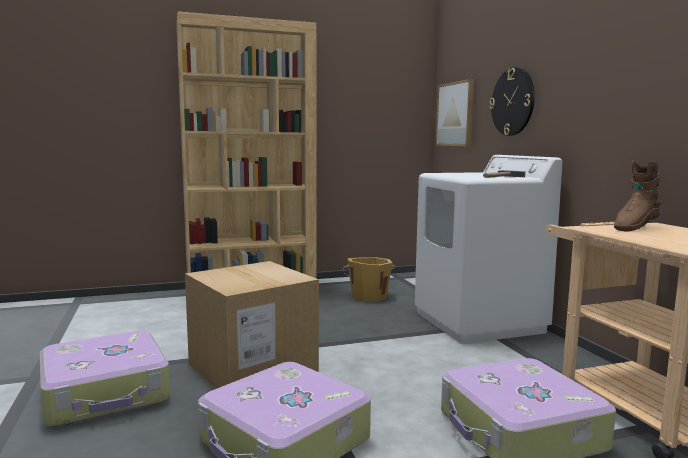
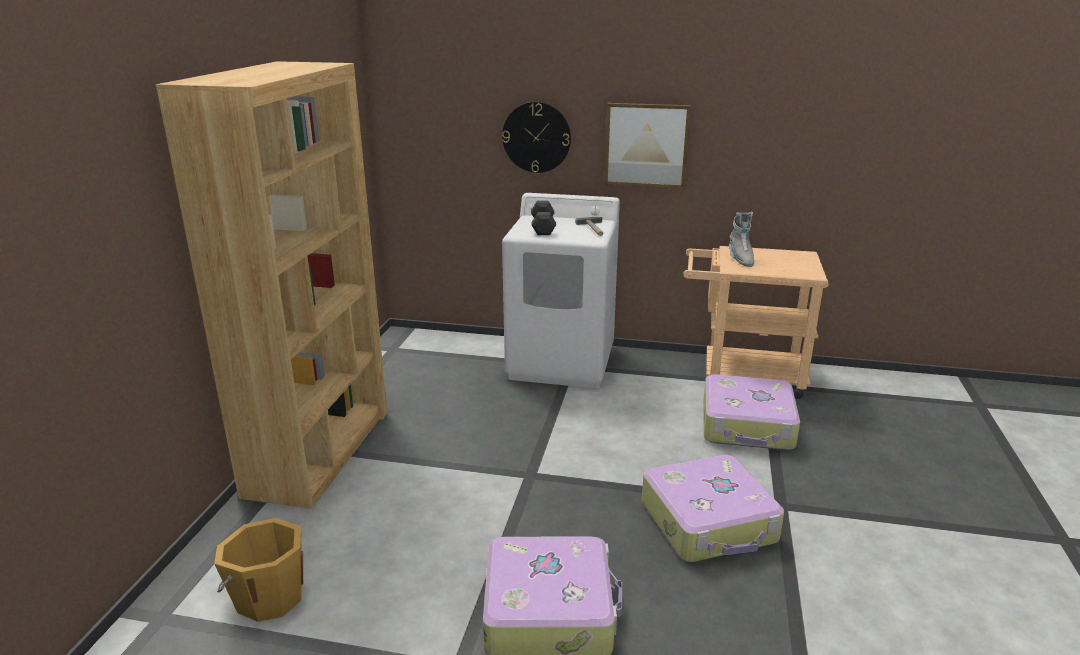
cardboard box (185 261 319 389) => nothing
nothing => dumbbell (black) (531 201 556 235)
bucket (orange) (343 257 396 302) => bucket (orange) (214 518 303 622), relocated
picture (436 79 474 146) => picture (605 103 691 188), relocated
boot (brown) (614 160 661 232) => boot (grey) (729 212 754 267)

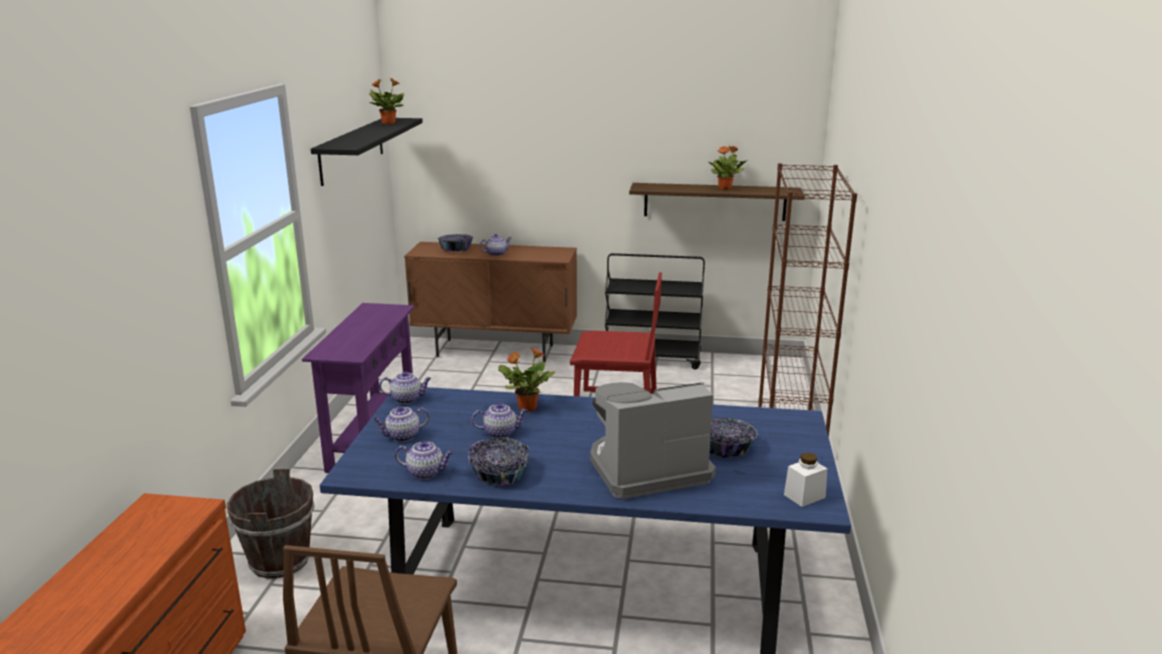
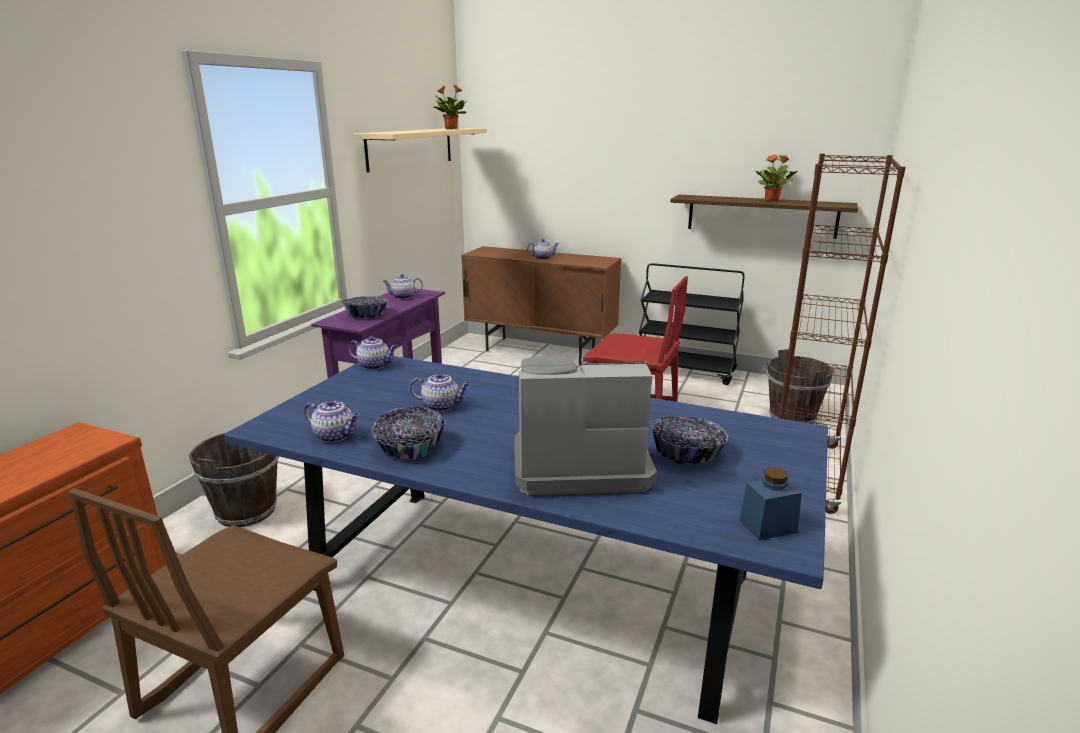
potted plant (498 347 555 412) => nothing
nothing => bucket (brown) (767 349 834 424)
teapot (373 406 429 442) => teapot (382 274 423 299), relocated
bowl (437 234 473 251) => bowl (342 296 388 318), relocated
shelf (black) (311 118 423 186) => shelf (beige) (354 128 487 172)
jar (white) (784 453 827 507) => jar (blue) (739 467 802 540)

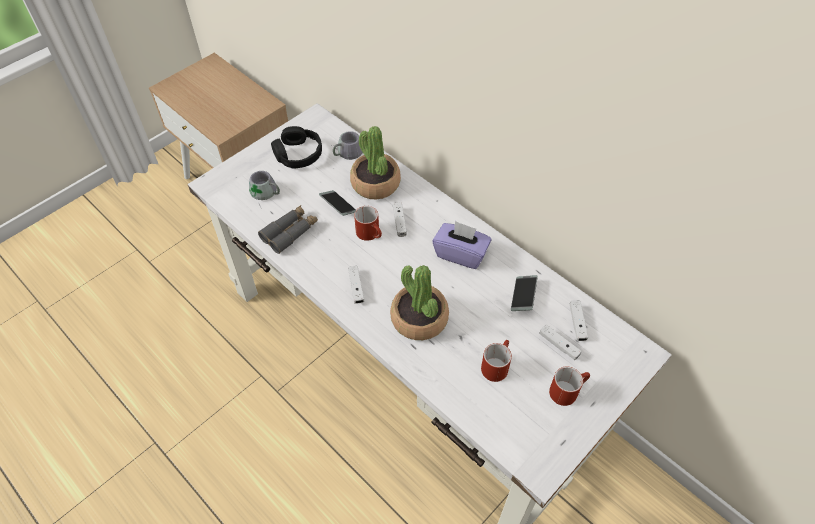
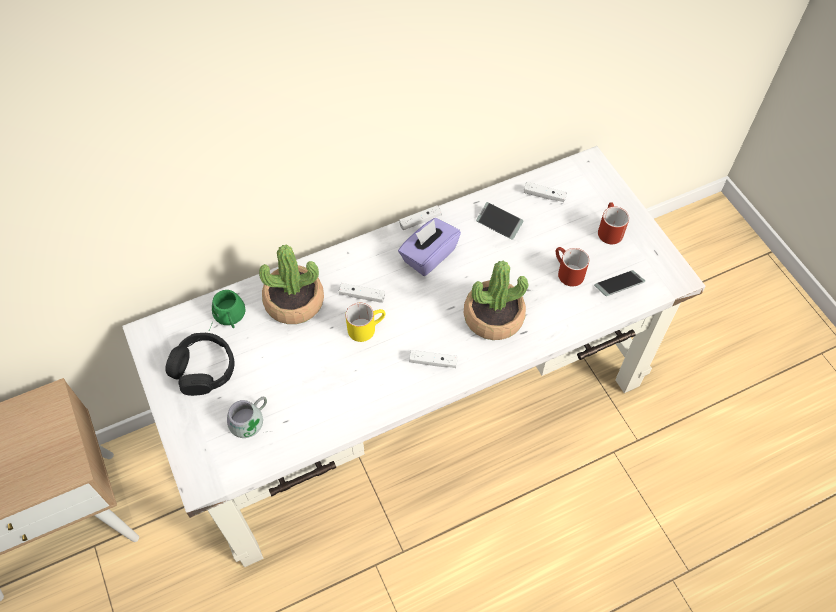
binoculars (grey) (258 205 318 254) => nothing
phone (319 190 356 216) => phone (594 270 645 296), relocated
game controller (white) (539 324 582 360) => game controller (white) (399 205 442 230), relocated
mug (grey) (332 131 363 160) => mug (green) (209 290 246 330)
mug (red) (354 206 382 241) => mug (yellow) (345 303 385 342)

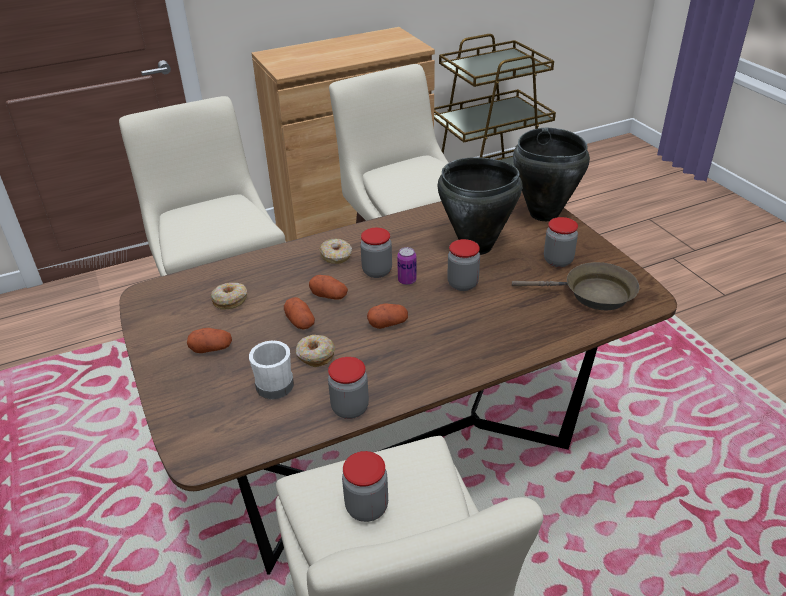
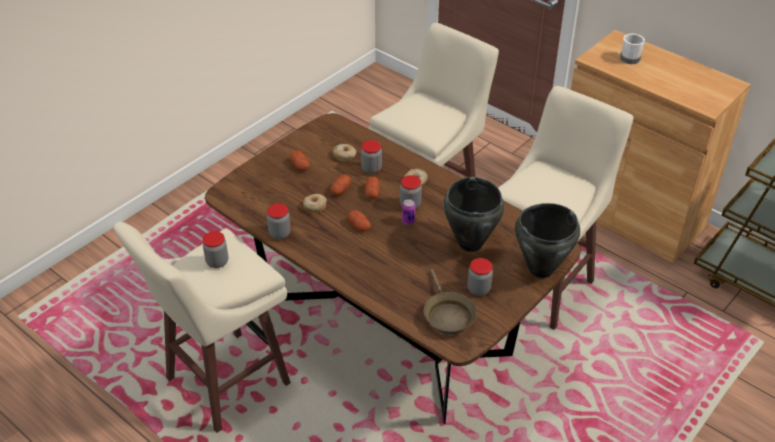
mug (white) (249 340 294 399) => mug (white) (620 34 645 64), relocated
jar (447 239 480 291) => jar (361 140 382 174), relocated

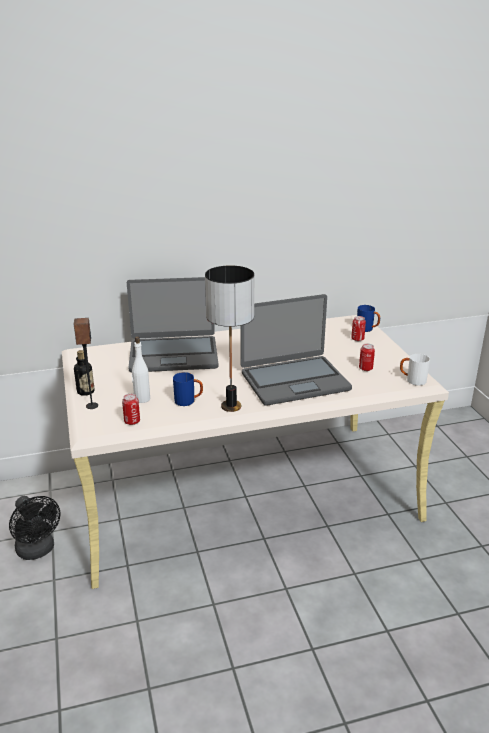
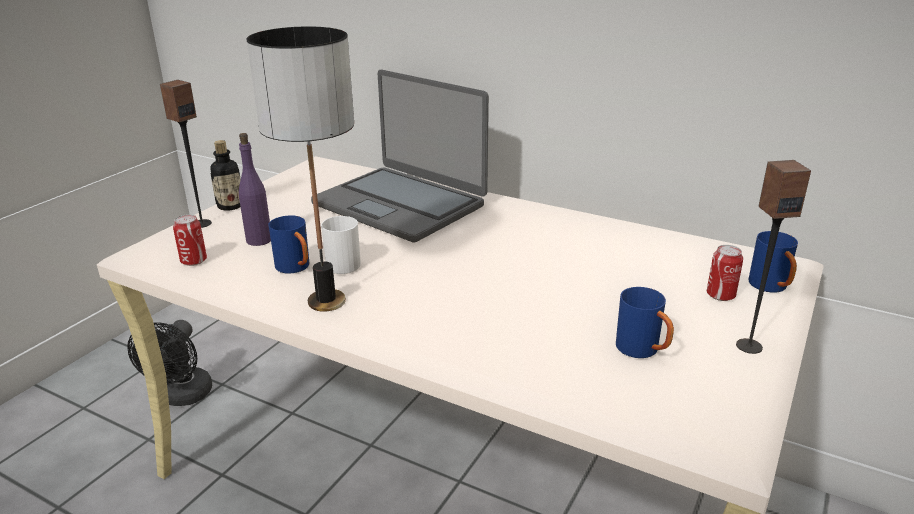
laptop (240 294 352 406) => nothing
nothing => speaker (736 160 811 354)
mug (white) (400 354 430 386) => mug (white) (321 216 361 274), relocated
can (359 344 375 371) => mug (blue) (616 287 674 358)
bottle (white) (132 336 150 403) => bottle (purple) (239 133 271 246)

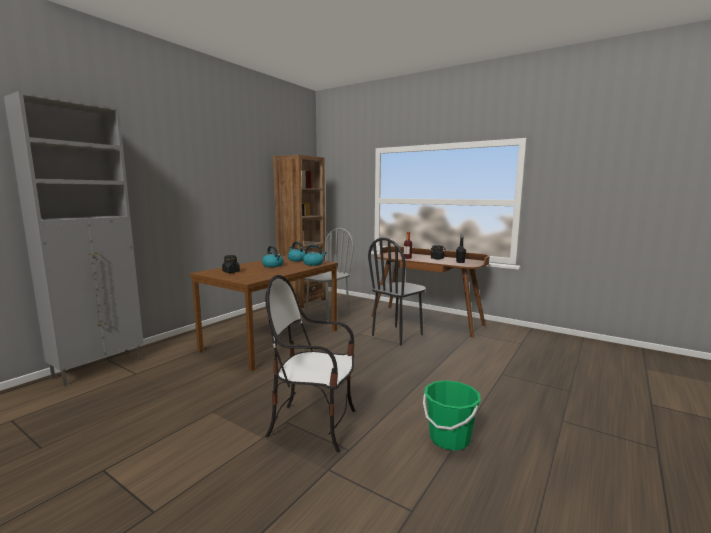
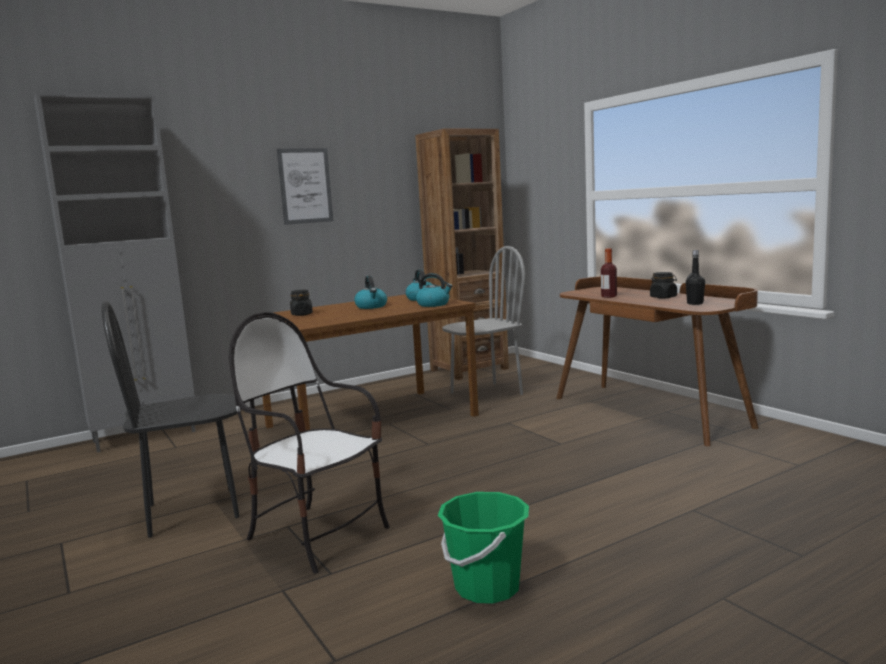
nothing => picture (277 148 333 225)
chair (black) (368 237 426 346) => chair (black) (101 301 241 538), relocated

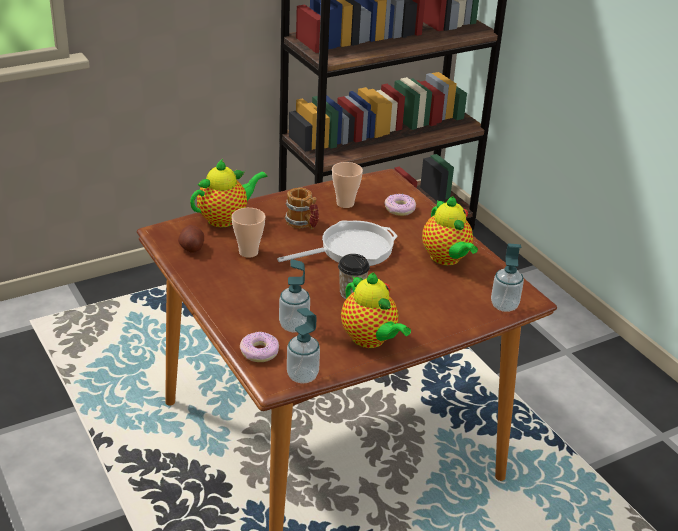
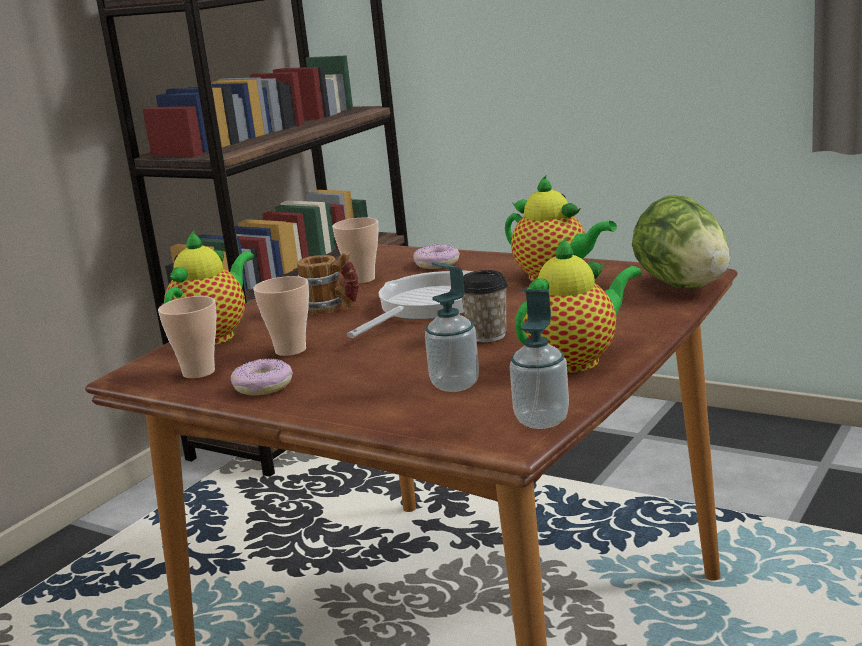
donut (240 331 279 362) => donut (231 359 293 395), relocated
potato (178 225 204 253) => cup (158 296 216 379)
soap dispenser (491 243 524 312) => lettuce (632 195 730 289)
teapot (341 273 411 348) => teapot (515 236 642 373), 60 degrees counterclockwise

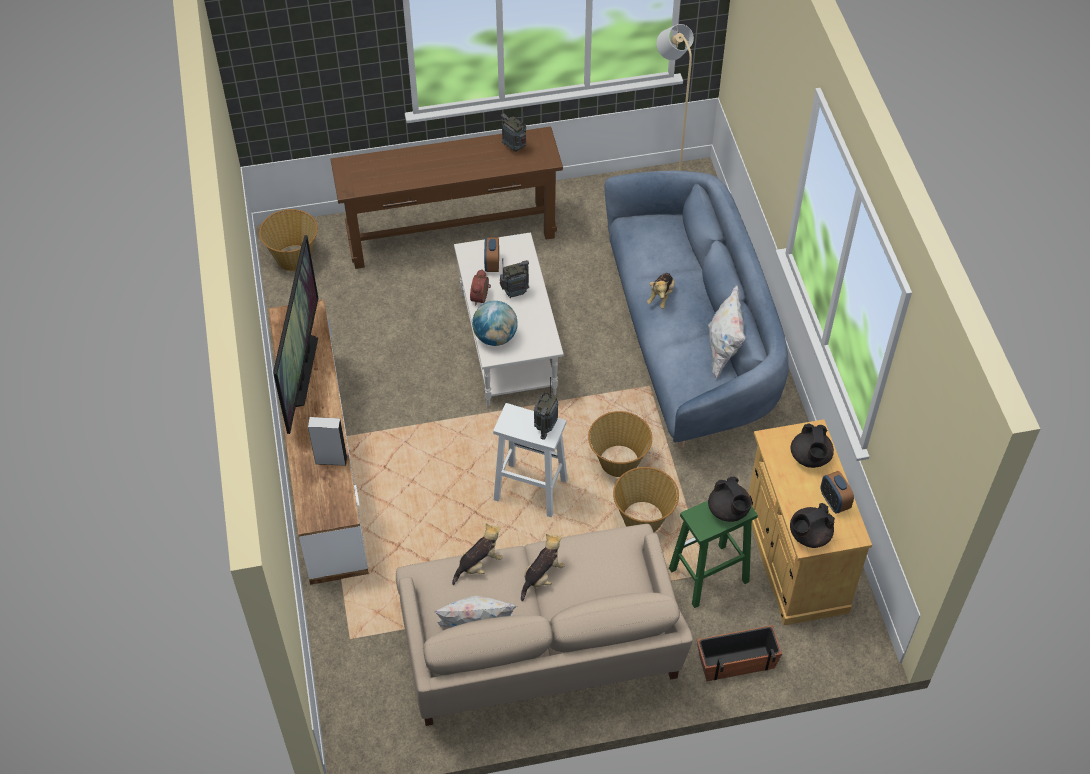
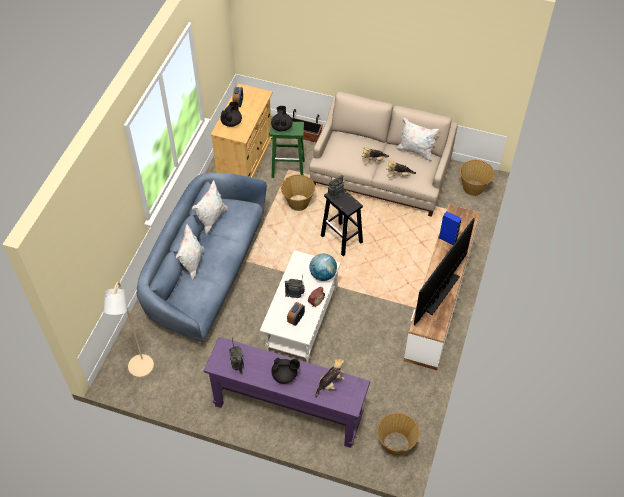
nothing => pillow (white) (176 224 205 280)
basket (588 411 652 477) => basket (460 160 494 196), relocated
plush toy (647 273 675 309) => plush toy (315 358 345 398), relocated
teapot (black) (790 503 835 548) => teapot (black) (271 358 300 384), relocated
speaker (grey) (308 417 348 466) => speaker (blue) (439 211 462 245)
console table (brown) (331 126 563 269) => console table (purple) (204 337 370 448)
stool (white) (493 403 568 518) => stool (black) (321 189 363 256)

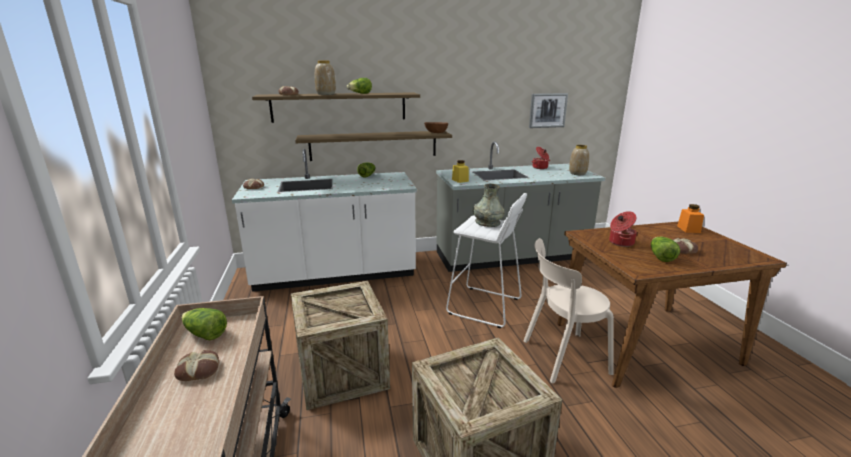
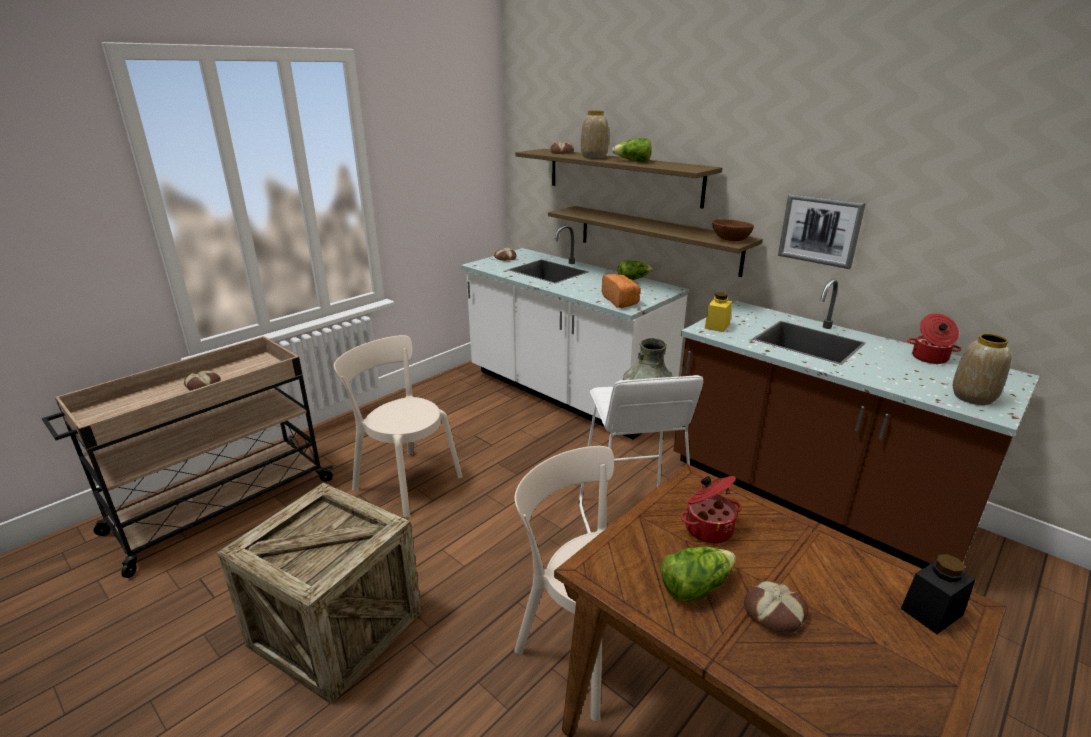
lettuce (181 308 227 340) => nothing
nothing => bread (602 274 641 308)
picture (529 93 568 128) => picture (778 194 866 269), relocated
crate (291 281 390 410) => chair (beige) (334 335 463 518)
counter (grey) (436 142 605 272) => counter (brown) (673 279 1040 569)
jar (orange) (677 204 704 233) => jar (black) (901 554 976 634)

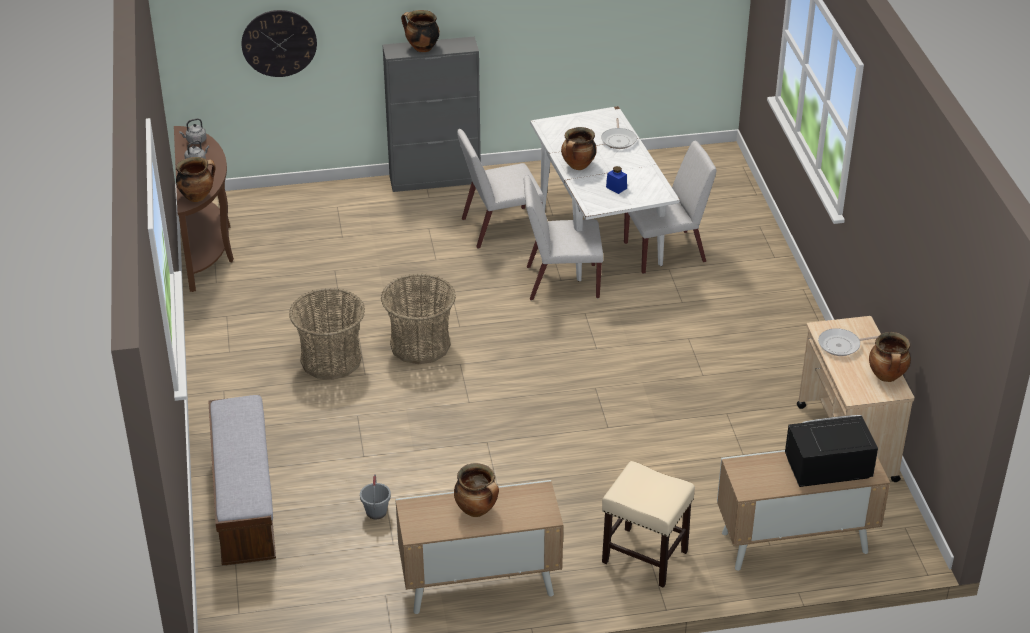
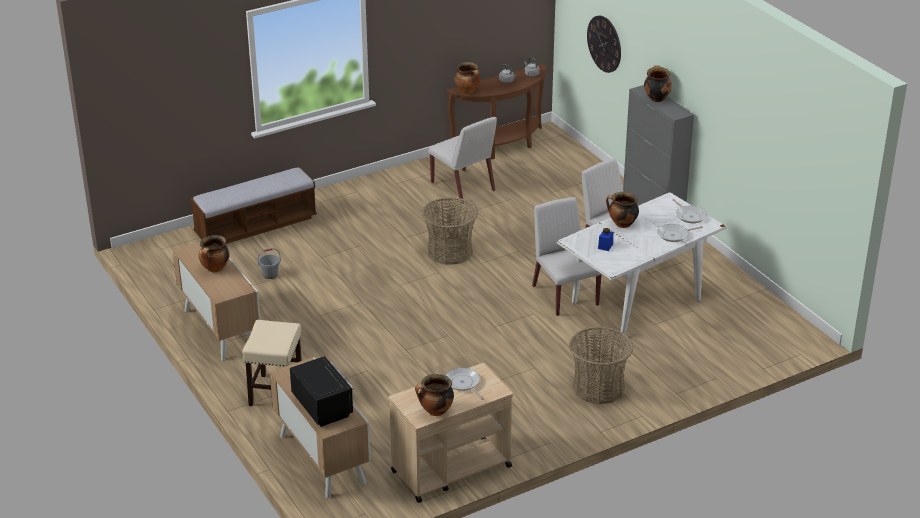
nothing => frying pan (673 199 707 223)
basket (289 288 365 380) => basket (569 326 633 404), relocated
chair (white) (624 141 716 274) => chair (white) (428 117 497 203), relocated

